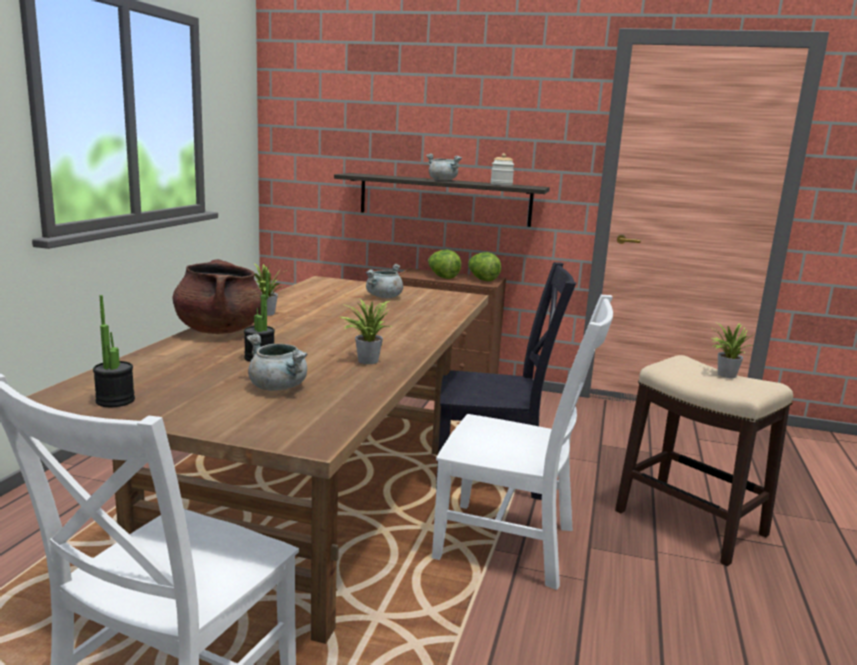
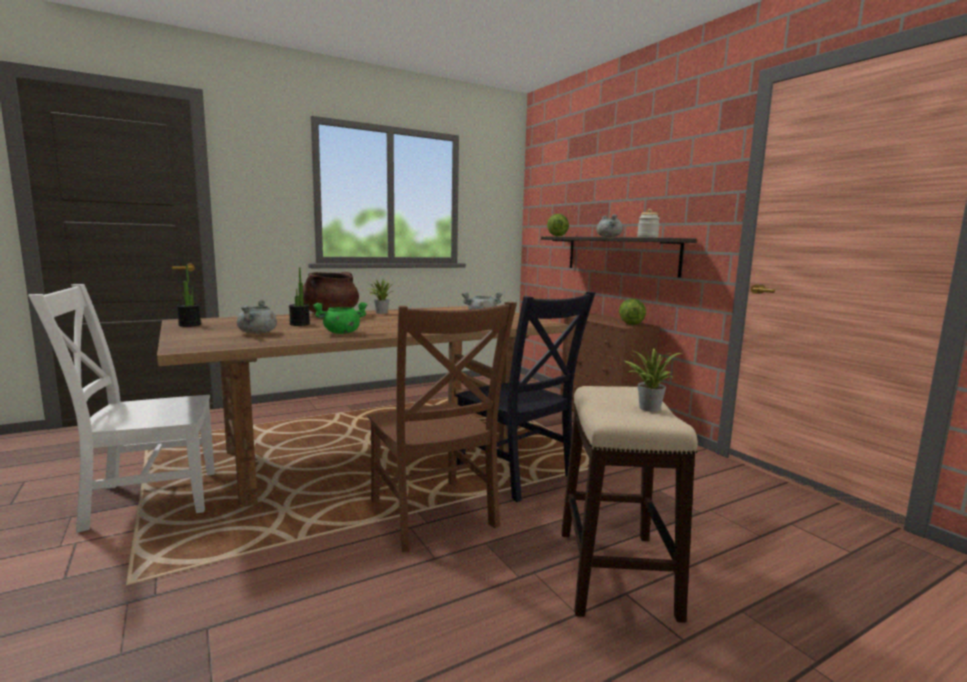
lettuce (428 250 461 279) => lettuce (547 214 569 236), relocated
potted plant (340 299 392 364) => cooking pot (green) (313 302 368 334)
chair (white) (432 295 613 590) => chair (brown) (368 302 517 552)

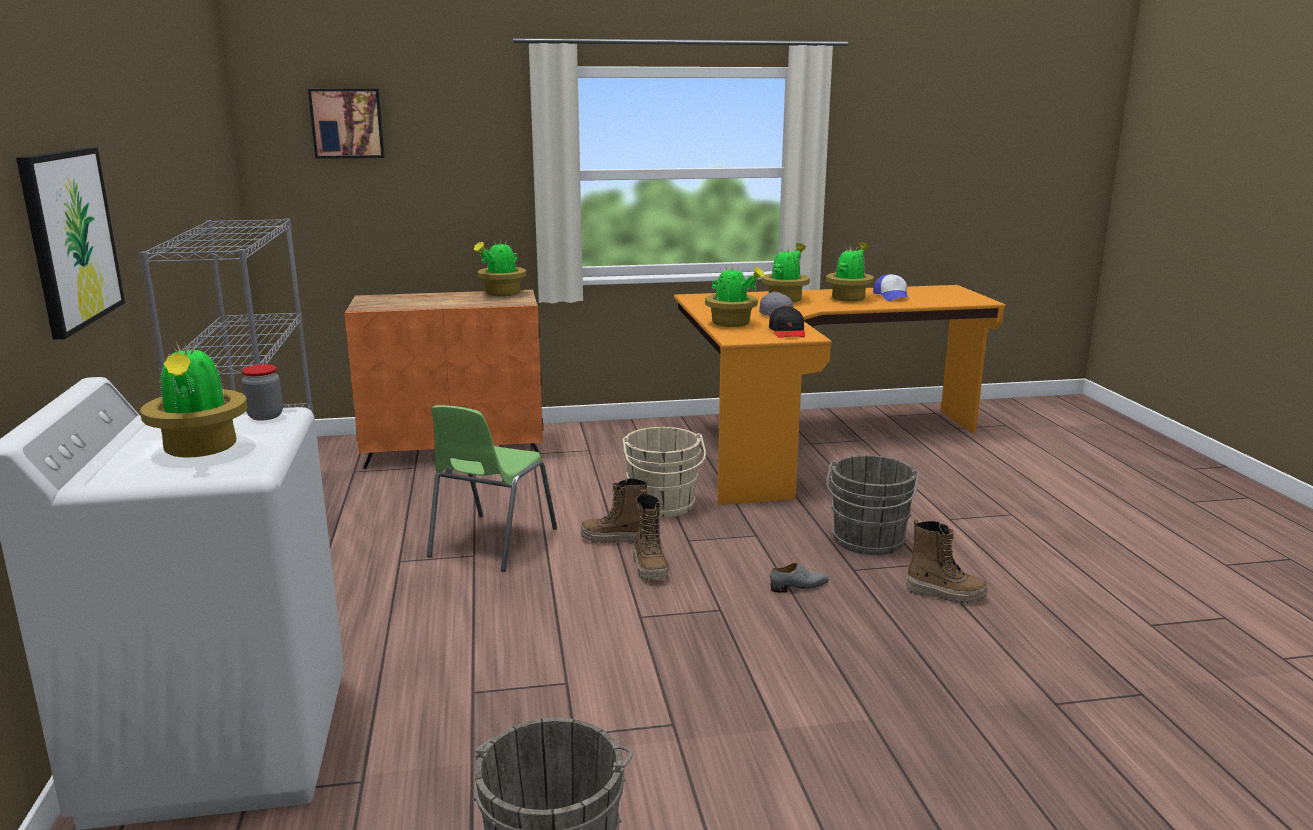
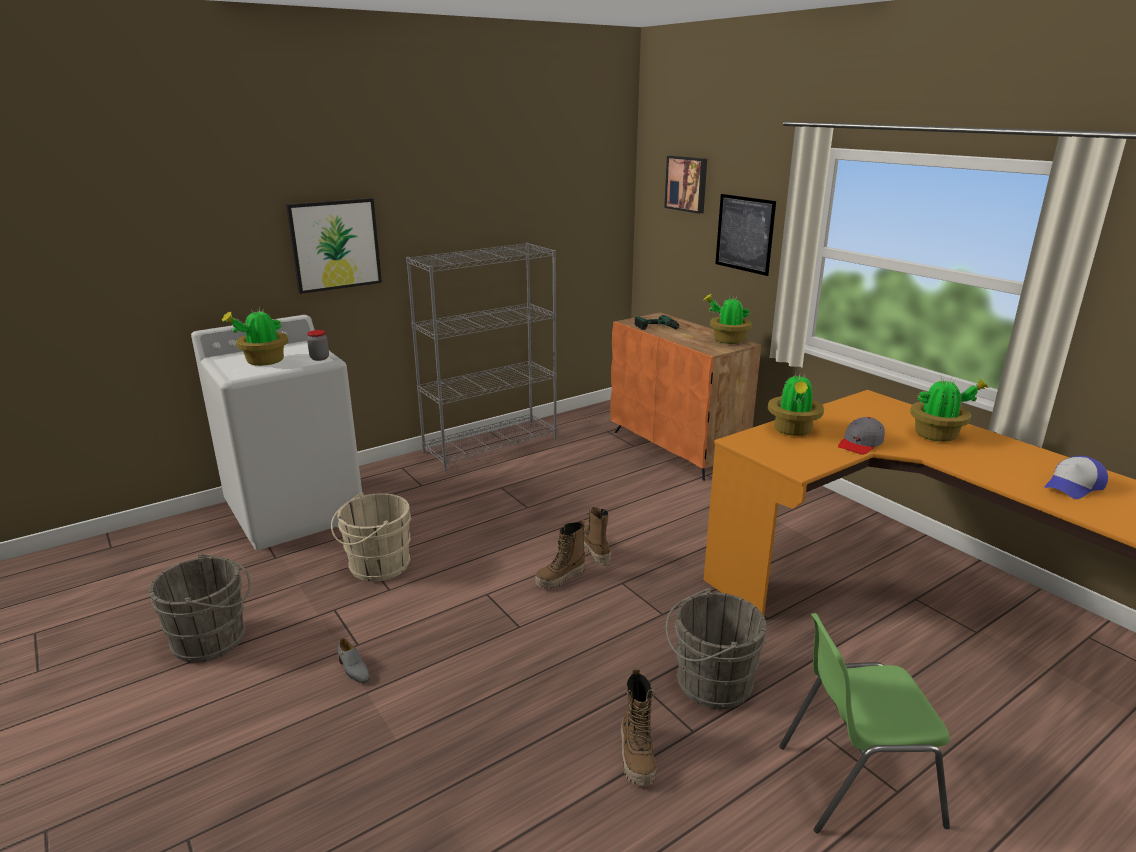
cap (black) (769 305 805 338) => nothing
potted plant (826 242 874 301) => nothing
nothing => power drill (635 315 681 330)
nothing => picture (715 194 776 276)
chair (green) (427 405 557 572) => chair (green) (779 613 950 834), relocated
bucket (beige) (622 427 706 518) => bucket (beige) (331 492 411 582), relocated
shoe (grey) (770 563 829 593) => shoe (grey) (337 638 370 684), relocated

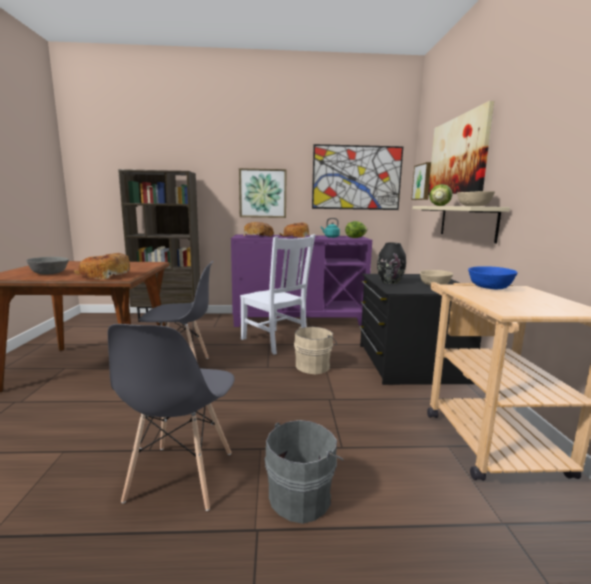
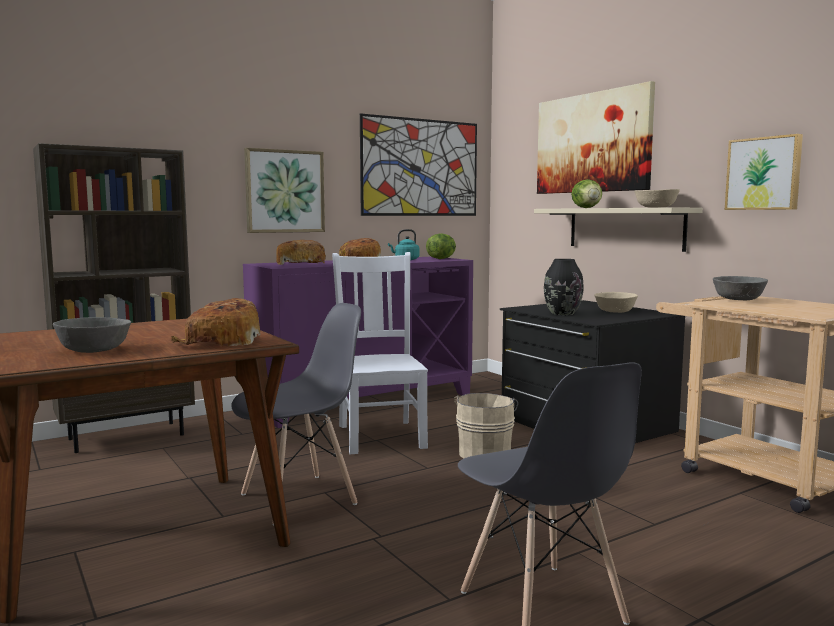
bucket (grey) (264 420 344 524) => nothing
picture (411 162 431 200) => picture (725 134 803 210), relocated
bowl (blue) (468 266 518 289) => bowl (grey) (713 276 768 300)
chair (white) (240 234 315 354) => chair (white) (332 252 428 454), 120 degrees counterclockwise

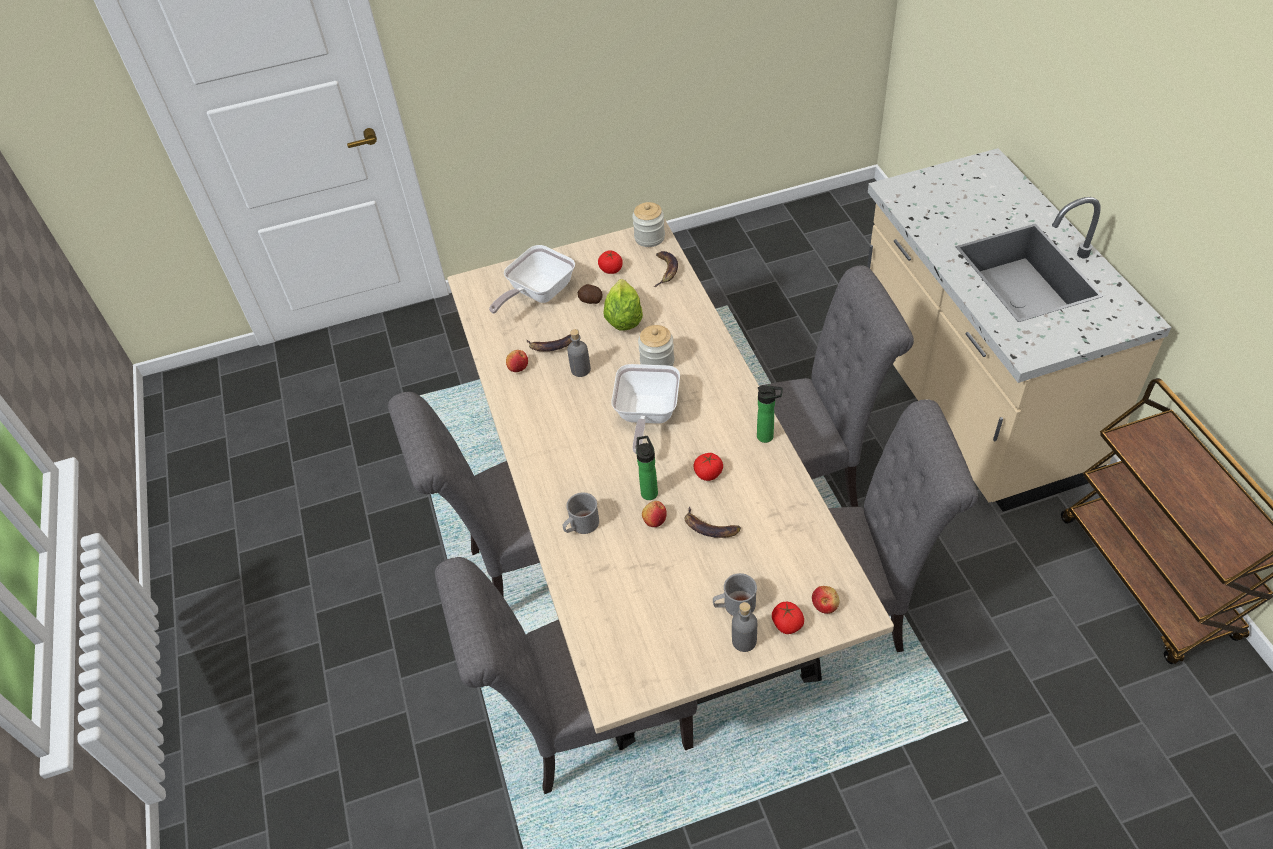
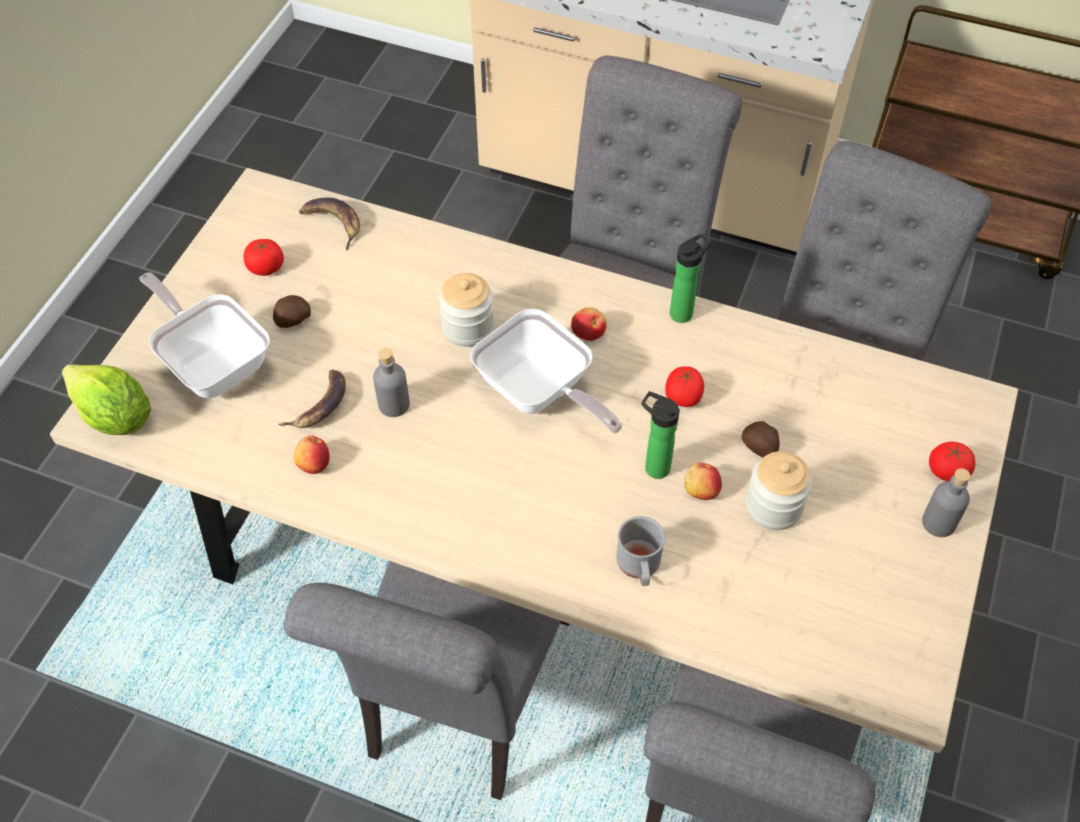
mug (grey) (713 573 757 616) => nothing
lettuce (603 279 643 331) => lettuce (62 365 151 435), relocated
jar (632 202 665 247) => jar (746 451 812 530), relocated
apple (812 586 839 614) => apple (571 307 607 341), relocated
banana (684 507 741 538) => potato (742 421 780 457)
frying pan (489 245 575 314) => frying pan (139 272 270 398), 150 degrees clockwise

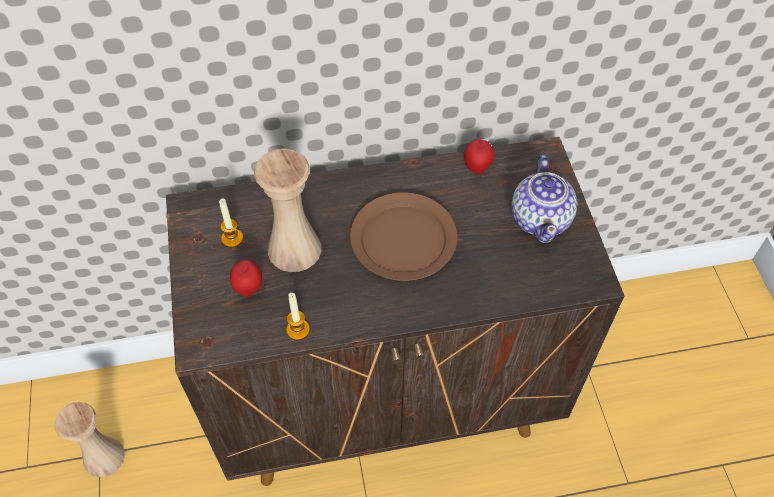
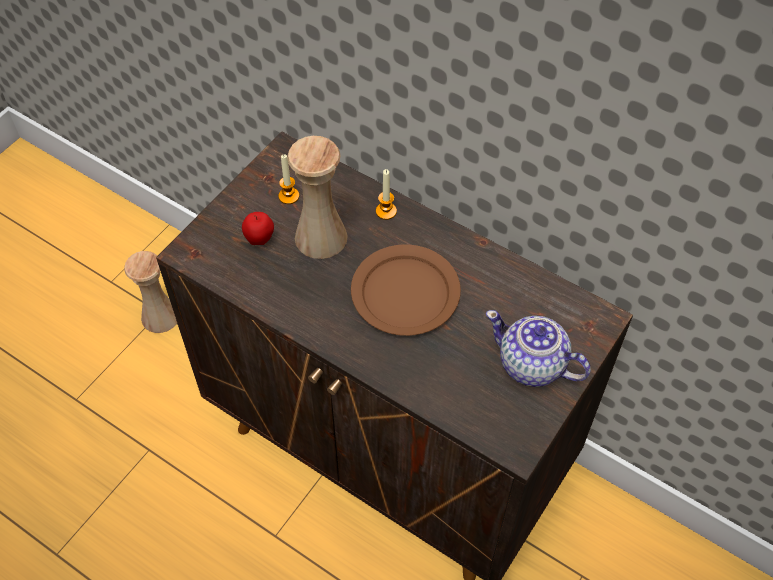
apple (464 139 494 174) => nothing
candle (286 293 310 340) => candle (376 169 397 220), relocated
teapot (511 155 577 243) => teapot (486 310 591 387), 75 degrees clockwise

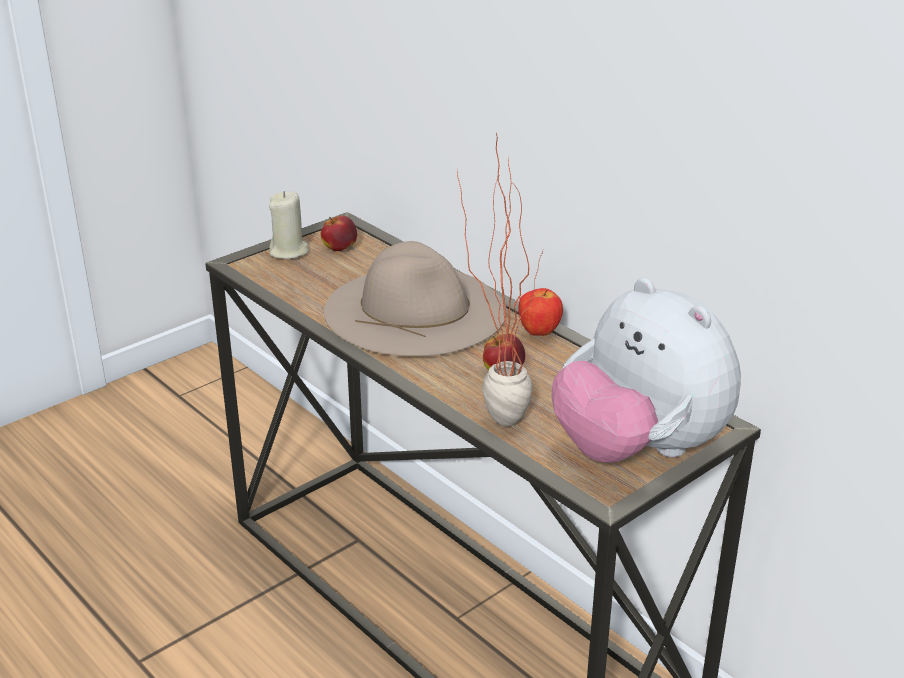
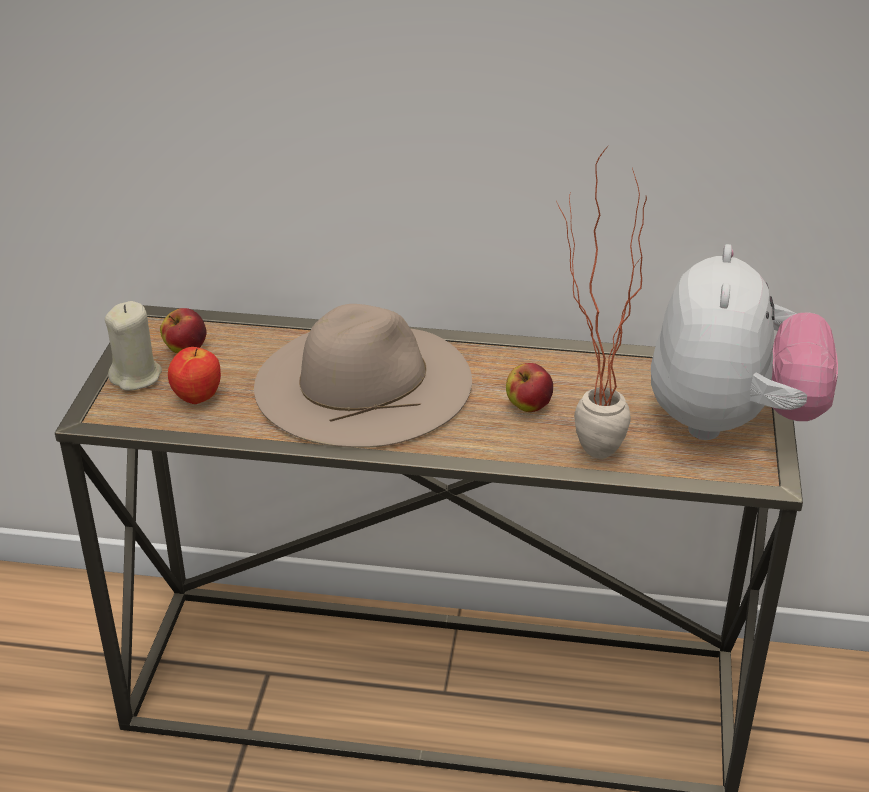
apple (518 288 563 336) => apple (168 347 221 404), relocated
plush toy (552 278 741 463) => plush toy (651 244 838 440), 90 degrees counterclockwise

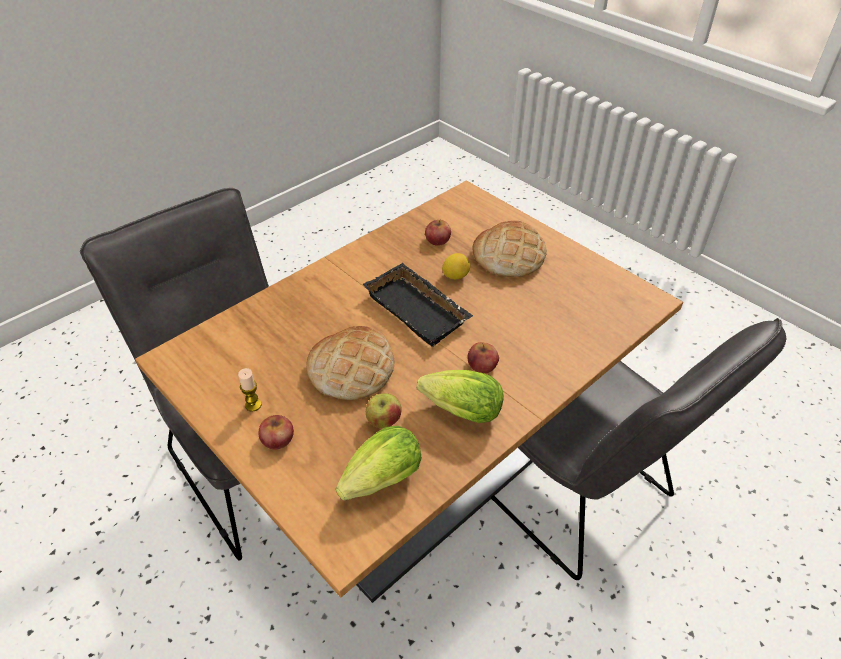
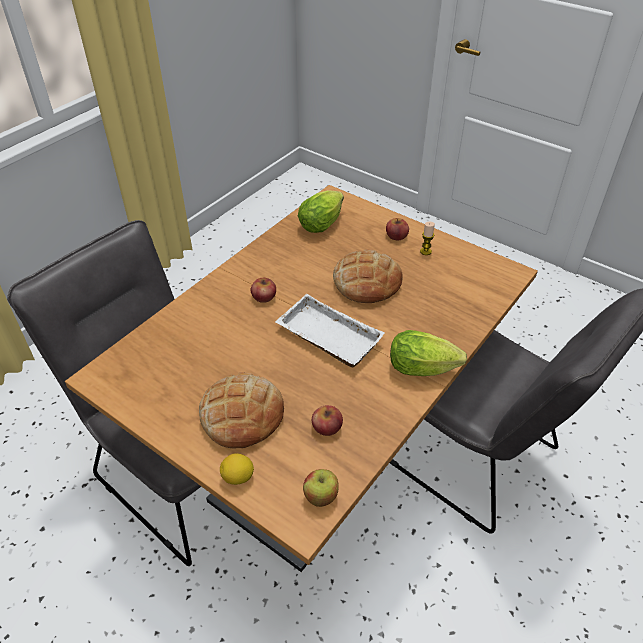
apple (366 393 401 428) => apple (303 469 339 507), relocated
lettuce (417 370 504 423) => lettuce (390 330 467 376), relocated
lemon (442 253 470 279) => lemon (220 453 254 485), relocated
tray (black) (362 263 473 347) => tray (white) (275 294 384 367)

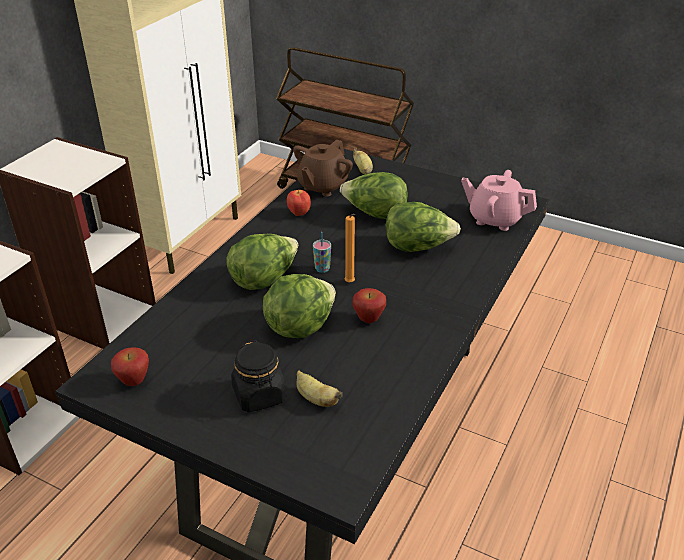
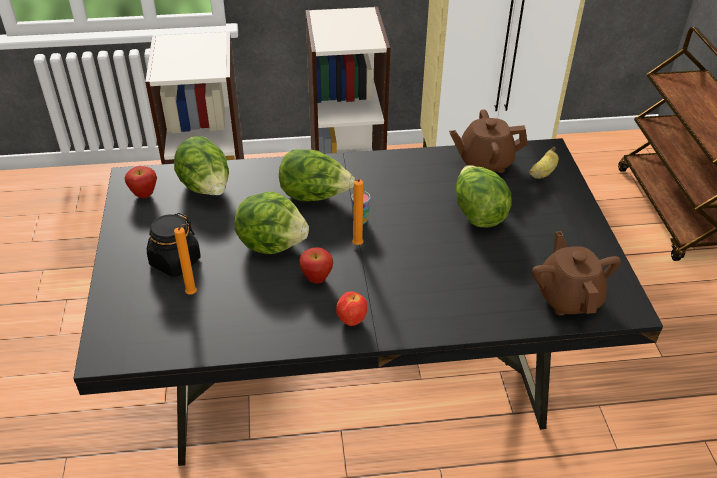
apple (287 189 311 216) => apple (336 292 367 326), relocated
lettuce (385 202 461 252) => lettuce (174 136 229 196), relocated
banana (296 370 343 407) => candle (orange) (174 223 197 294)
teapot (pink) (461 170 537 231) => teapot (brown) (532 231 621 315)

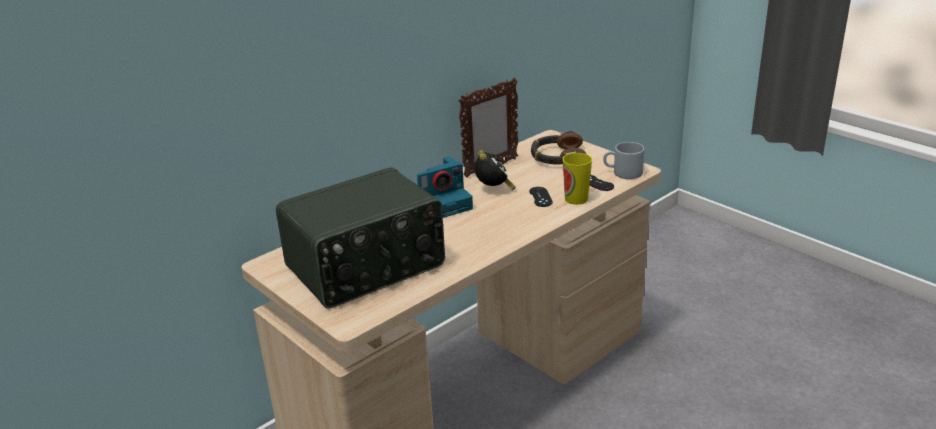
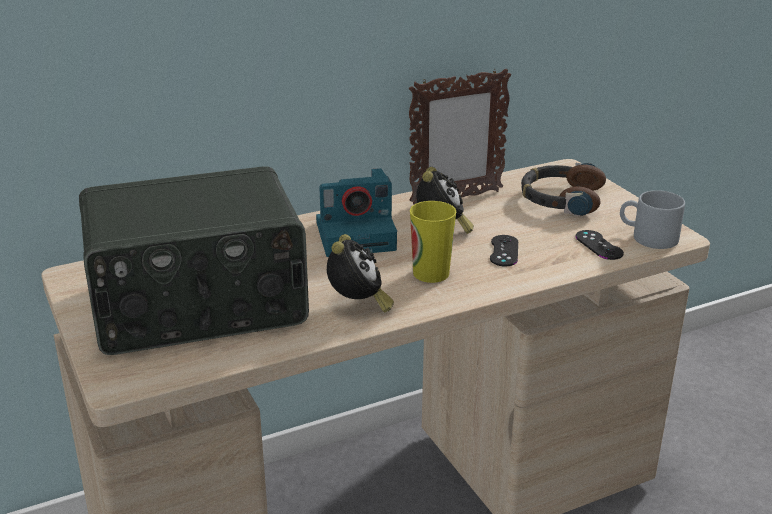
nothing => alarm clock (327 234 394 313)
cup (563 153 592 205) => cup (410 201 456 283), relocated

